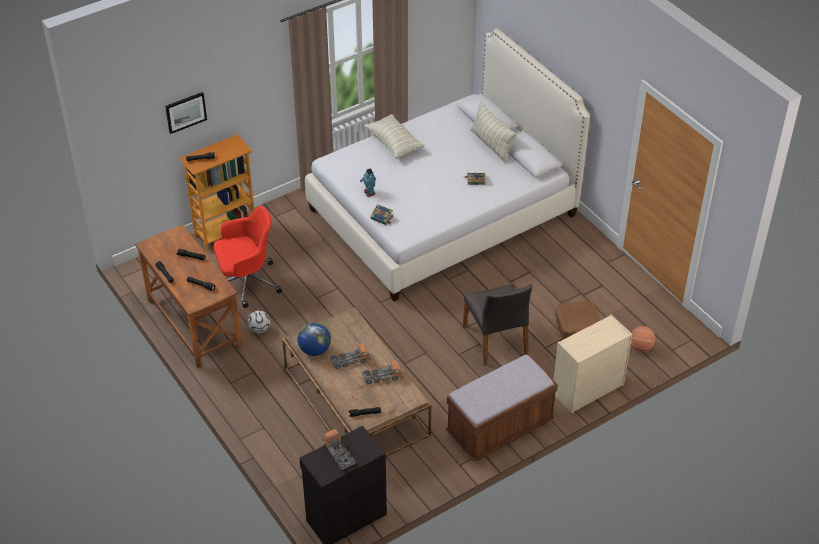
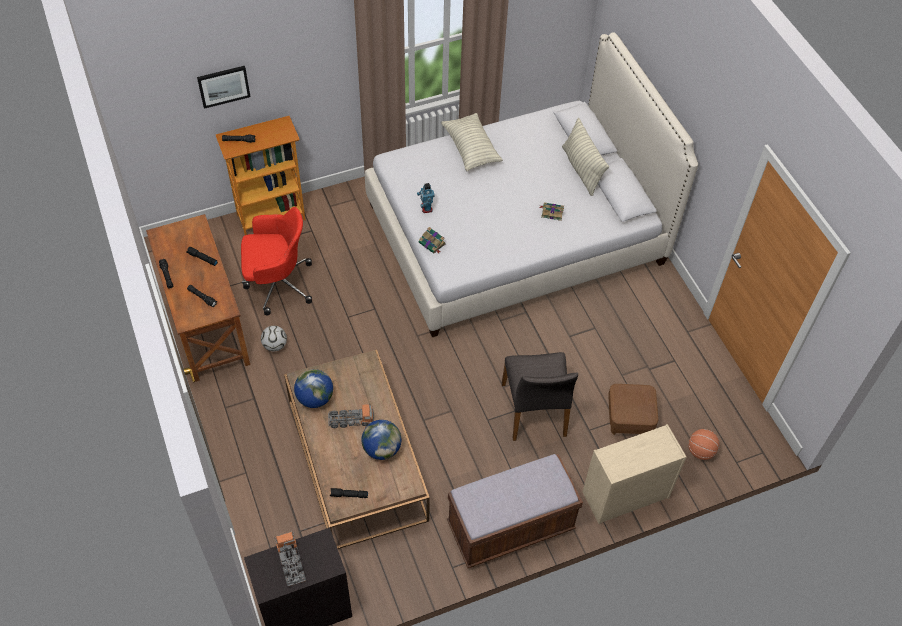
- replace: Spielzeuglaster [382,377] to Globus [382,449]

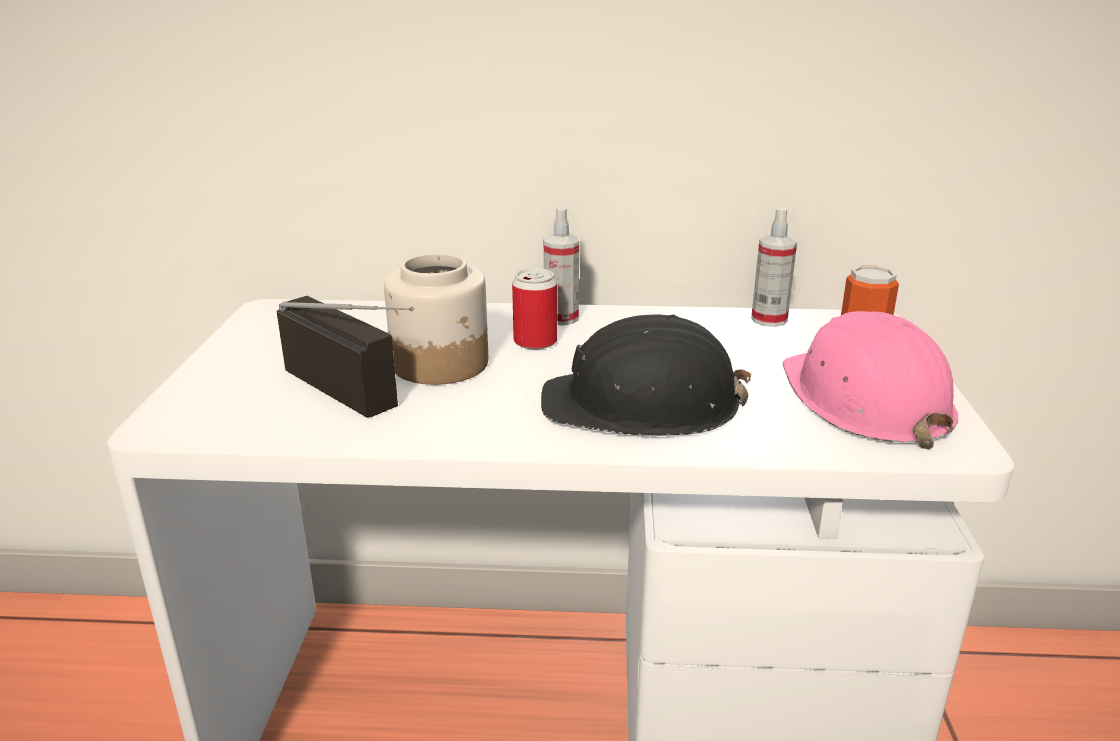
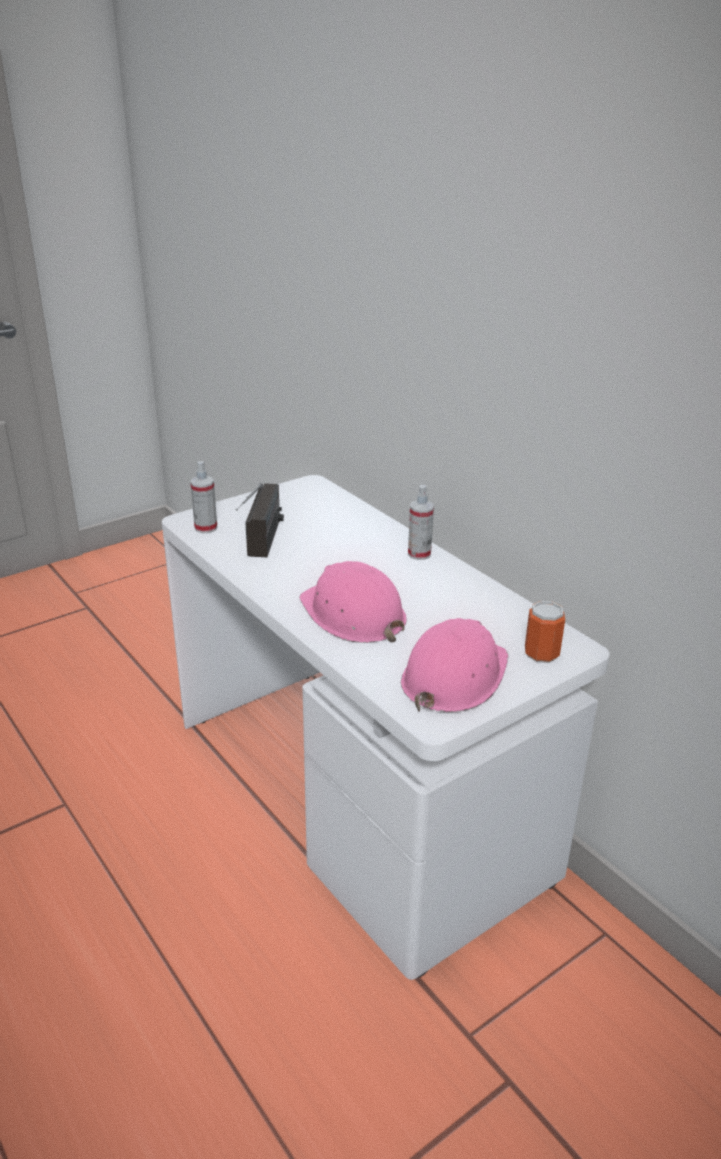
- move: Sprühflasche [769,319] to [206,528]
- recolor: Schutzhelm/schwarz [643,404] to Schutzhelm/rosa [353,614]
- delete: Vorratsglas [441,364]
- delete: Dose [535,342]

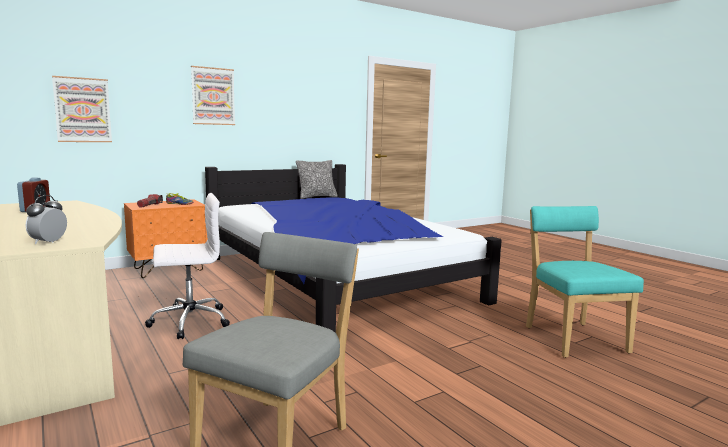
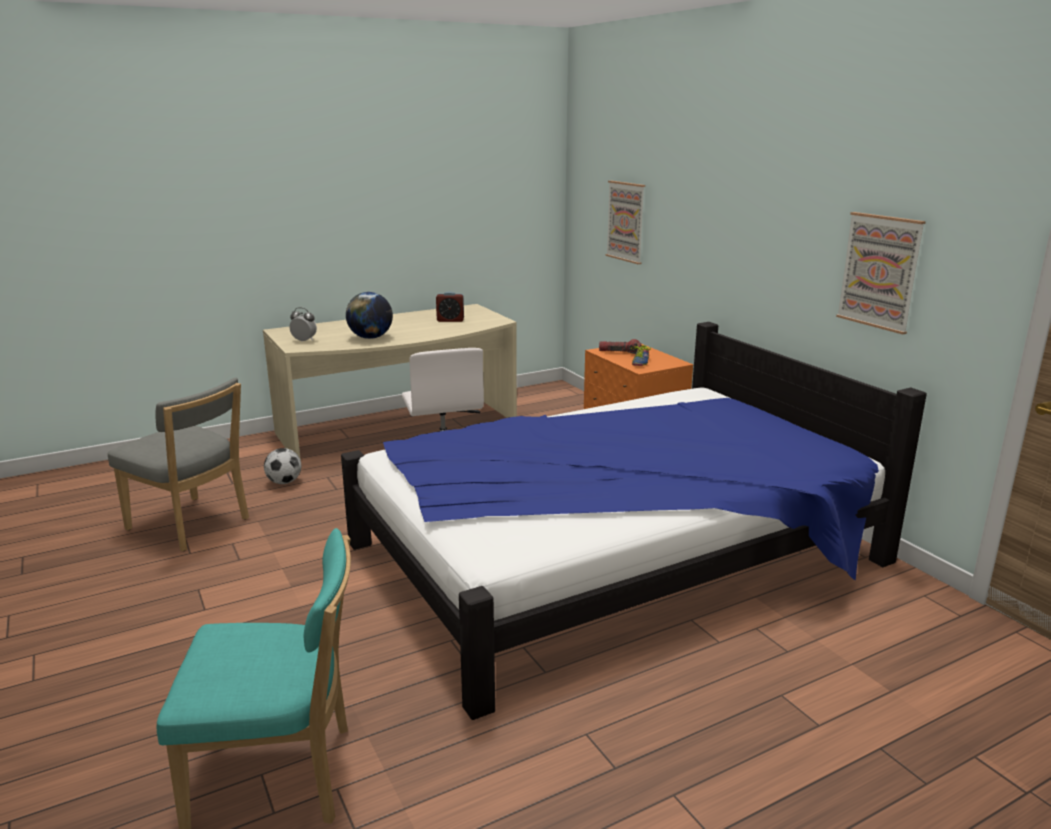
- insert: Fußball [284,482]
- insert: Globus [370,338]
- move: Bild [213,96] to [880,271]
- delete: Kissen [316,197]

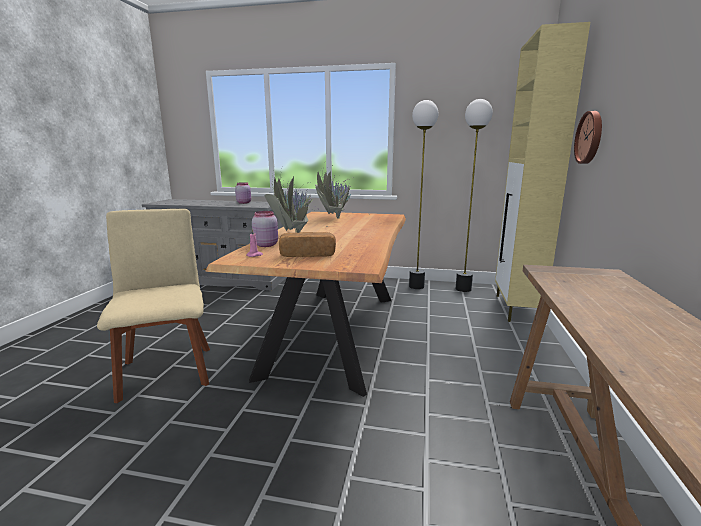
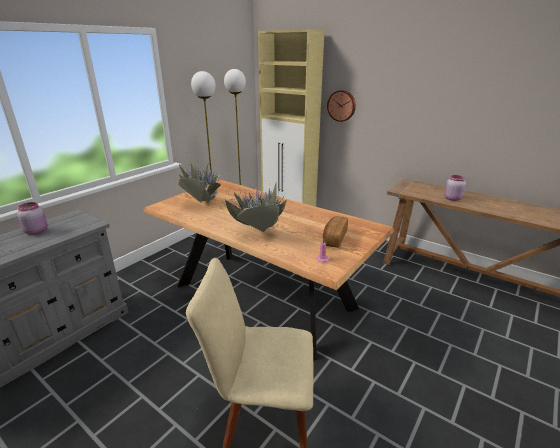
- move: Vorratsglas/rosa [266,245] to [452,198]

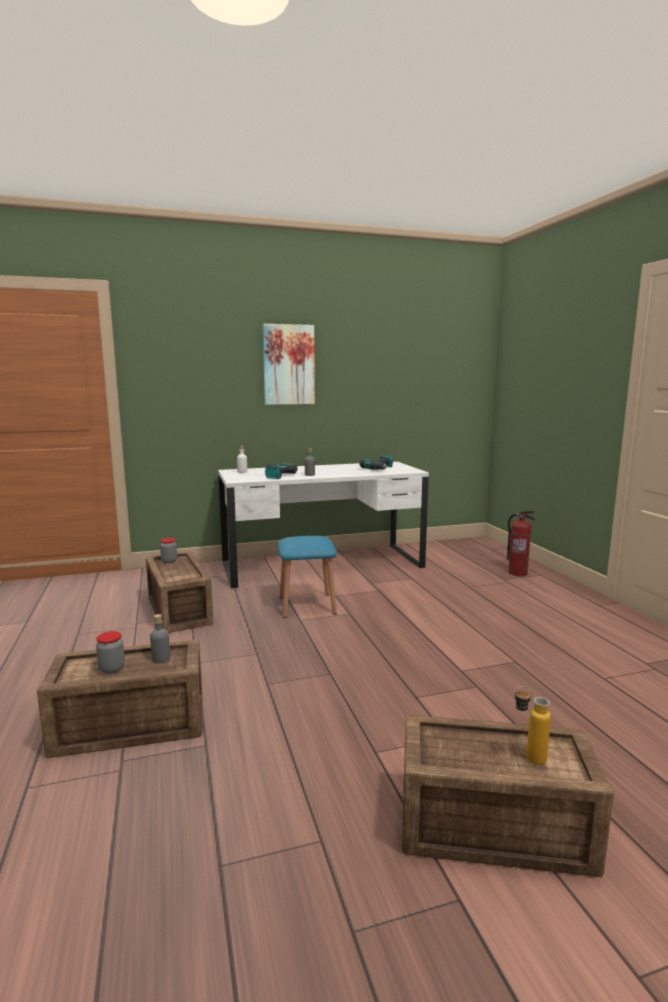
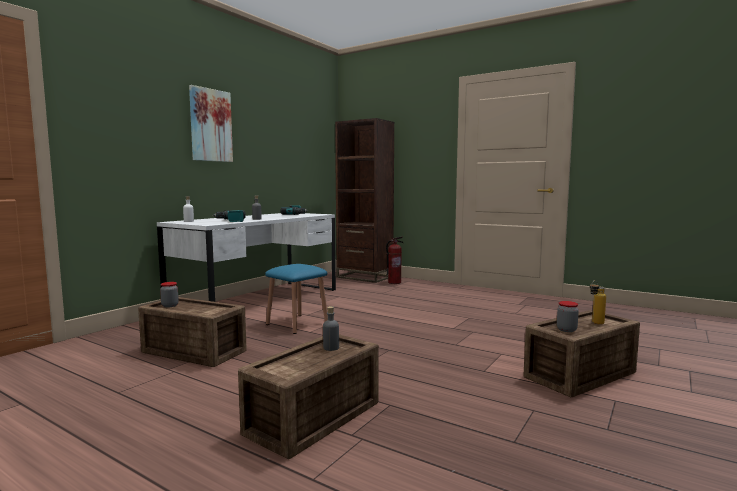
- insert: Bücherregal/braun [364,277]
- move: Vorratsglas [112,669] to [566,330]

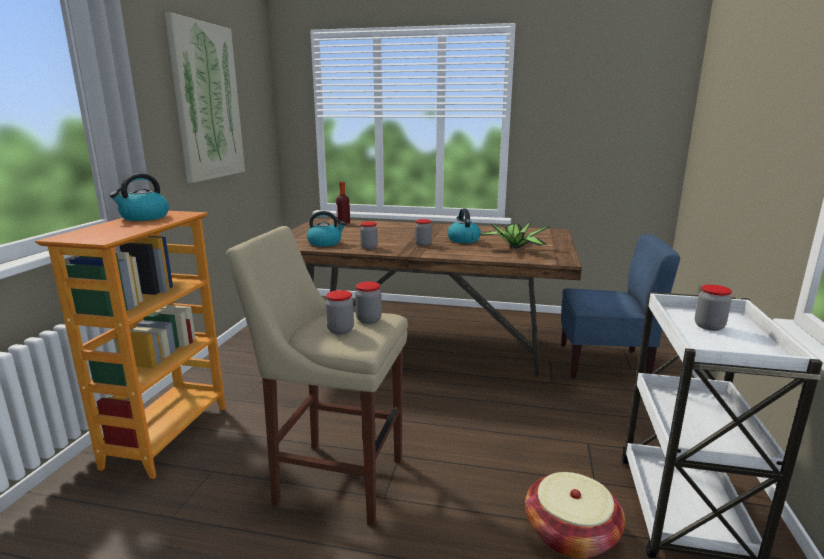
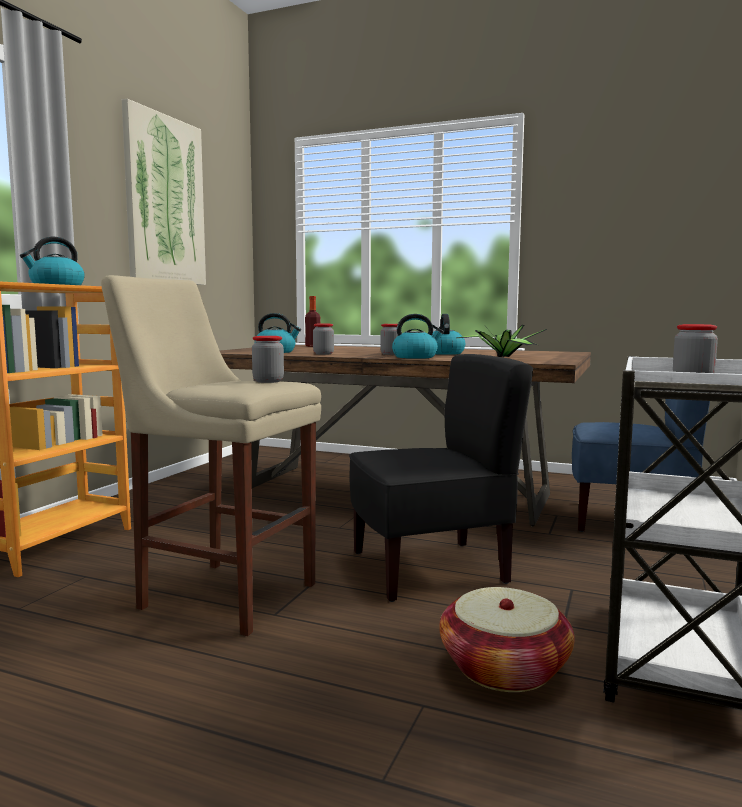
- insert: Stuhl/schwarz [429,569]
- insert: Wasserkessel [415,357]
- delete: Vorratsglas [340,330]

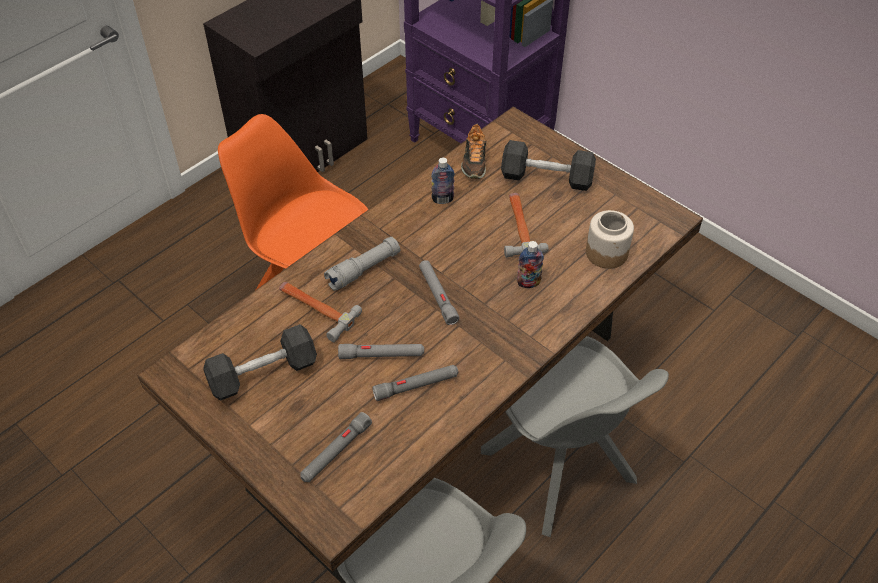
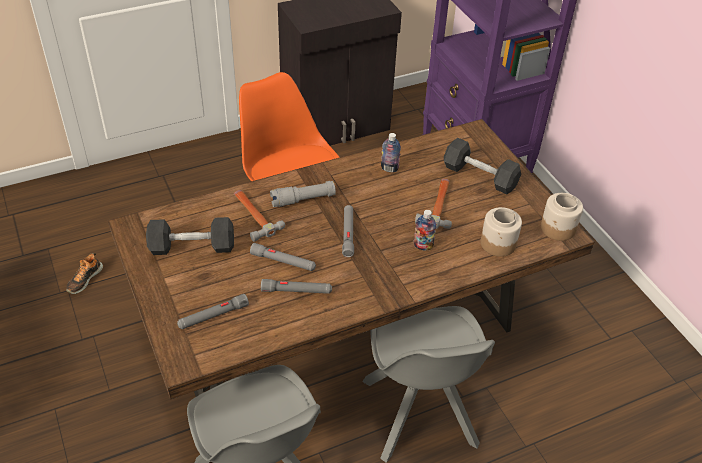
- move: Schuh [474,161] to [84,279]
- insert: Vorratsglas [558,229]

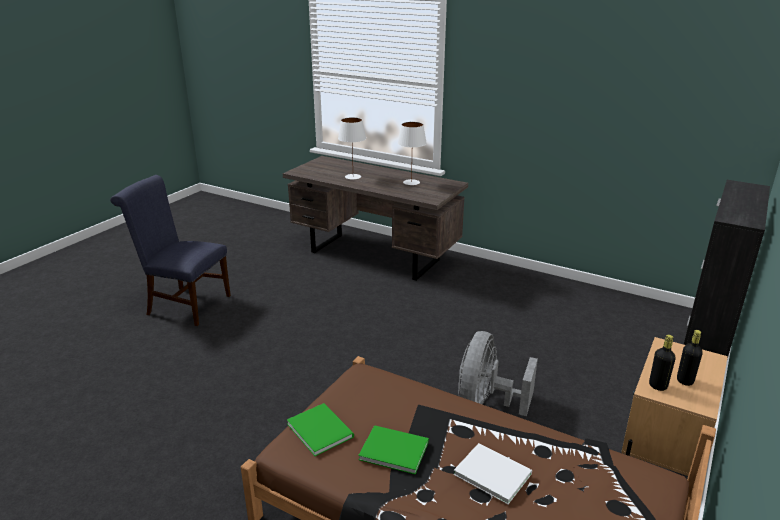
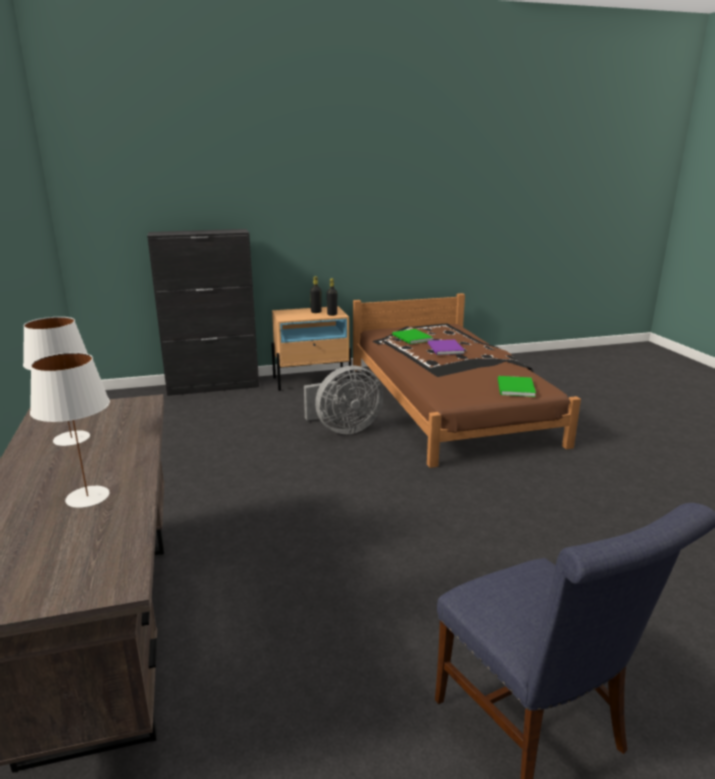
- move: Buch/grün [392,449] to [412,338]
- recolor: Buch/weiß [491,472] to Buch/lila [445,349]

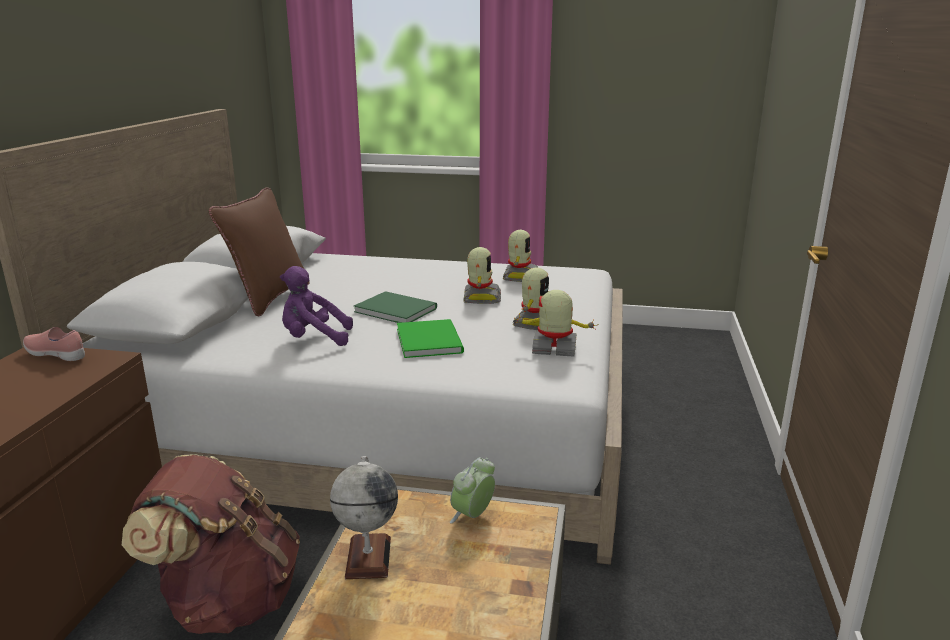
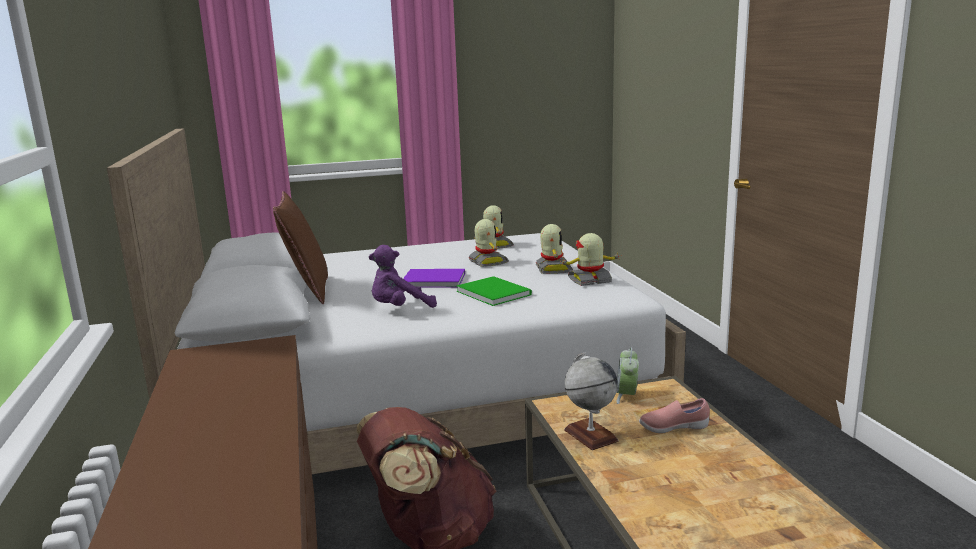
- recolor: Buch/grün [395,309] to Buch/lila [432,280]
- move: Schuh/rosa [57,355] to [673,428]

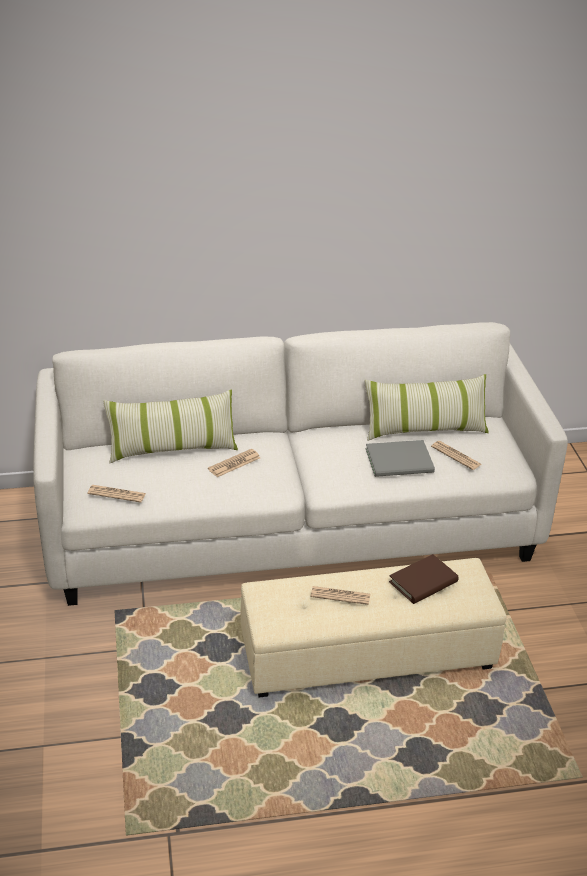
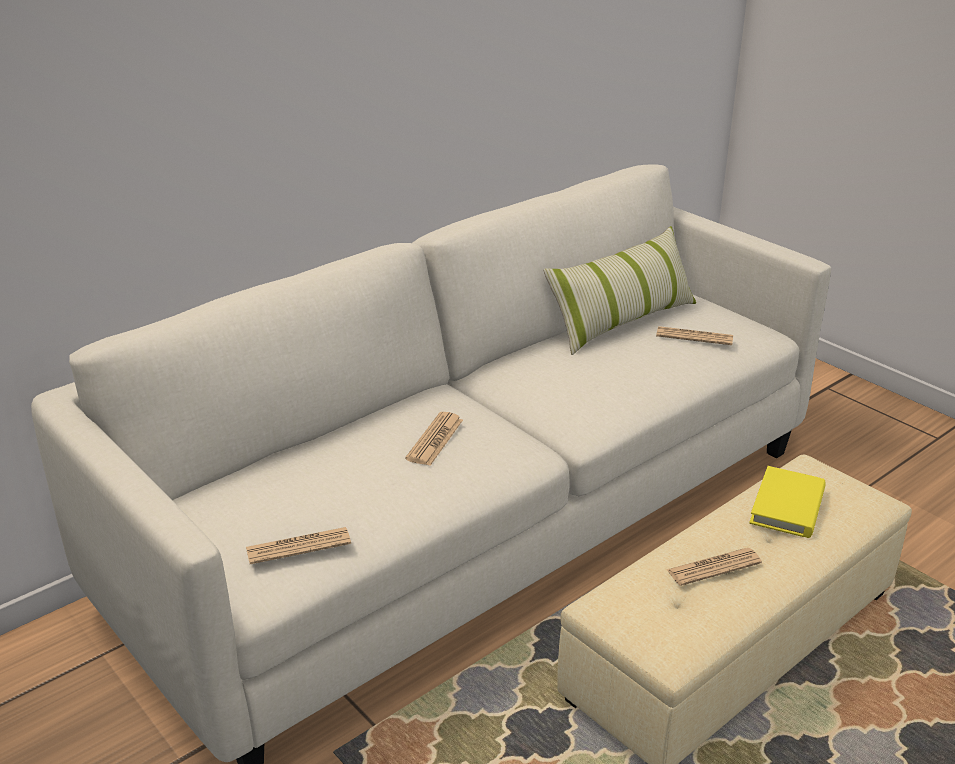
- recolor: Buch/braun [423,582] to Buch/gelb [787,506]
- delete: Kissen [172,448]
- delete: Buch/grau [401,461]

